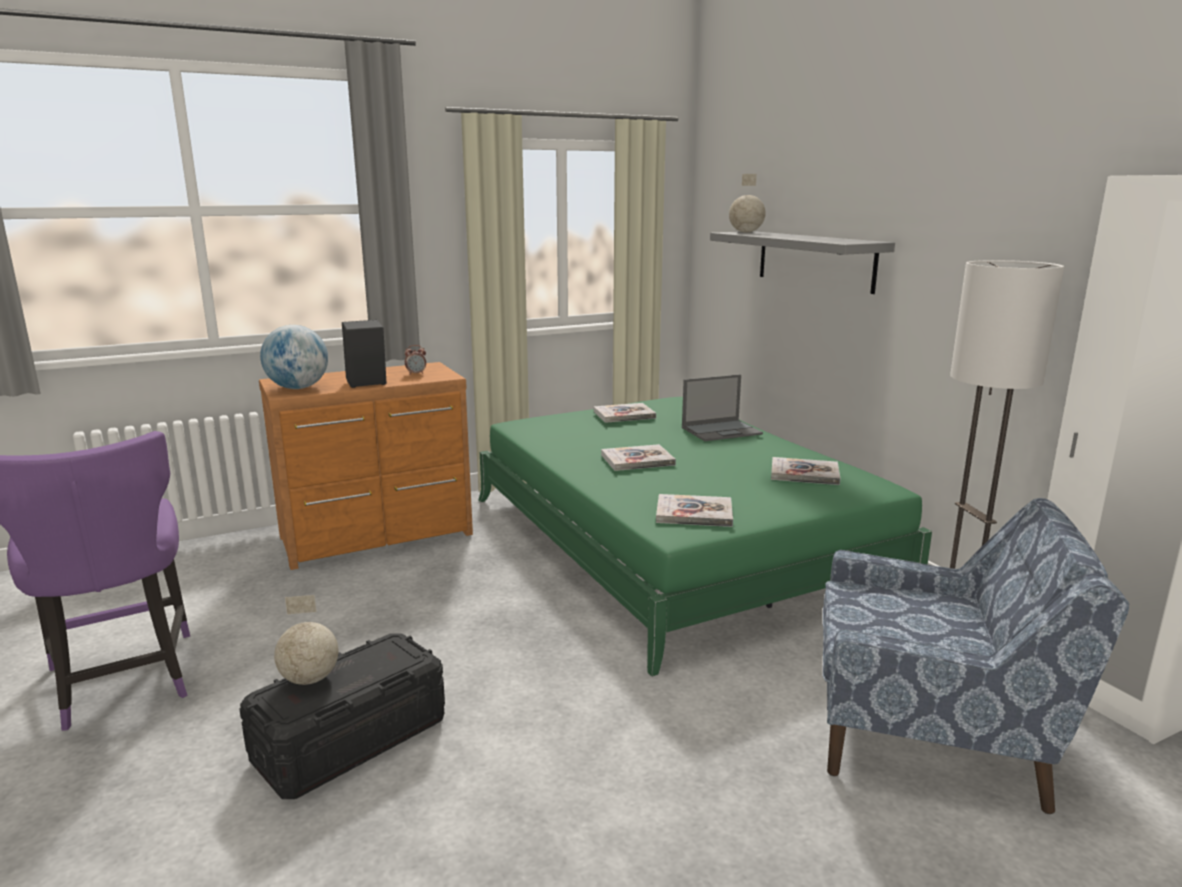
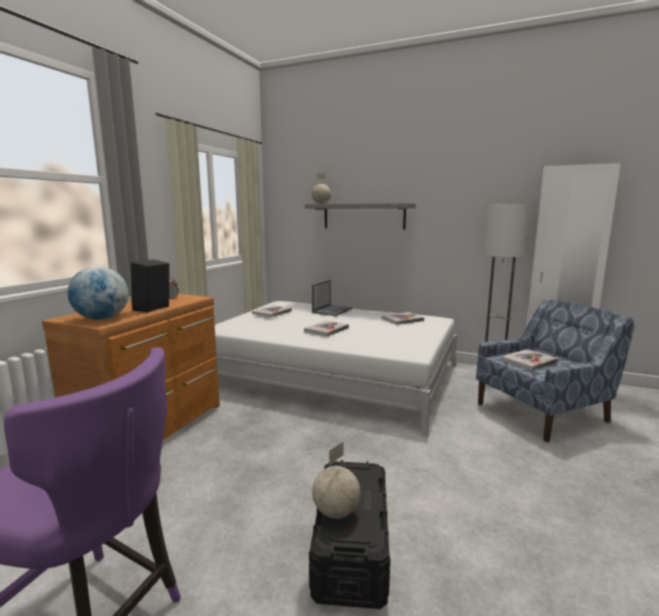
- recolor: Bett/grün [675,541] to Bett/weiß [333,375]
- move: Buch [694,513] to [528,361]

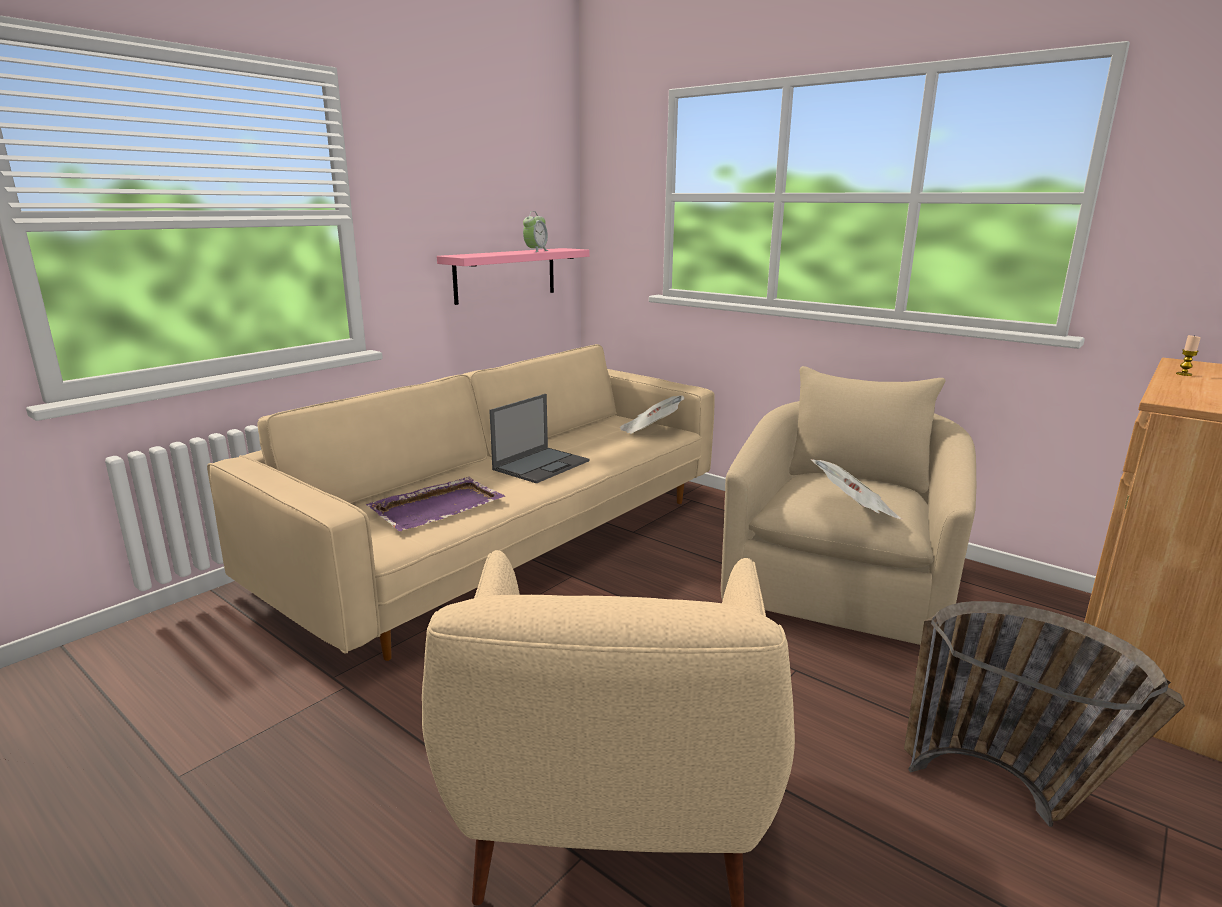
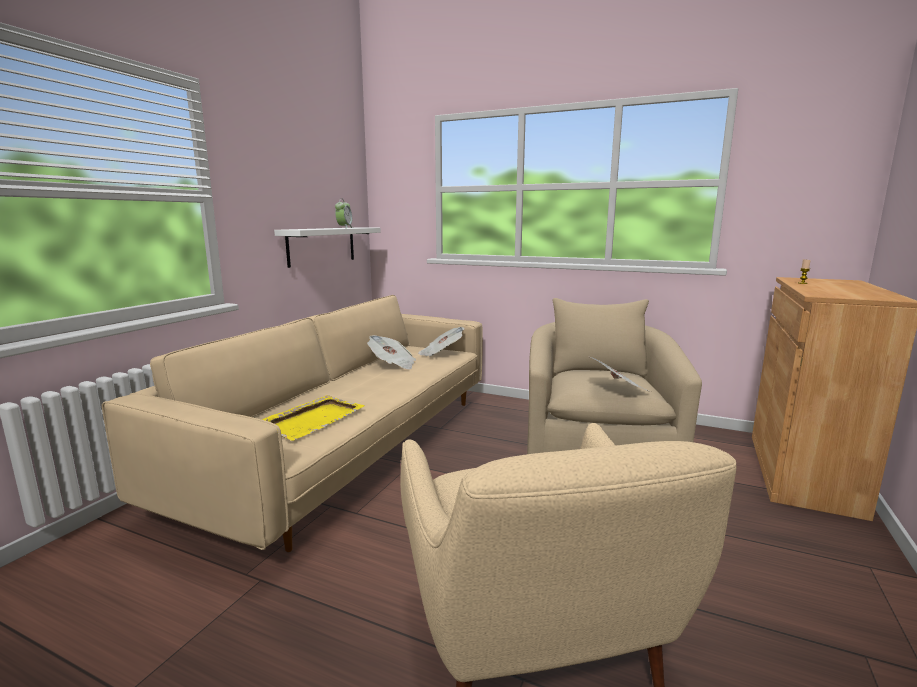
- recolor: Tablett/lila [438,506] to Tablett/gelb [312,419]
- recolor: Wandregal/rosa [505,275] to Wandregal/weiß [322,246]
- insert: Zeitung [393,365]
- delete: Laptop [542,465]
- delete: Korb [1011,796]

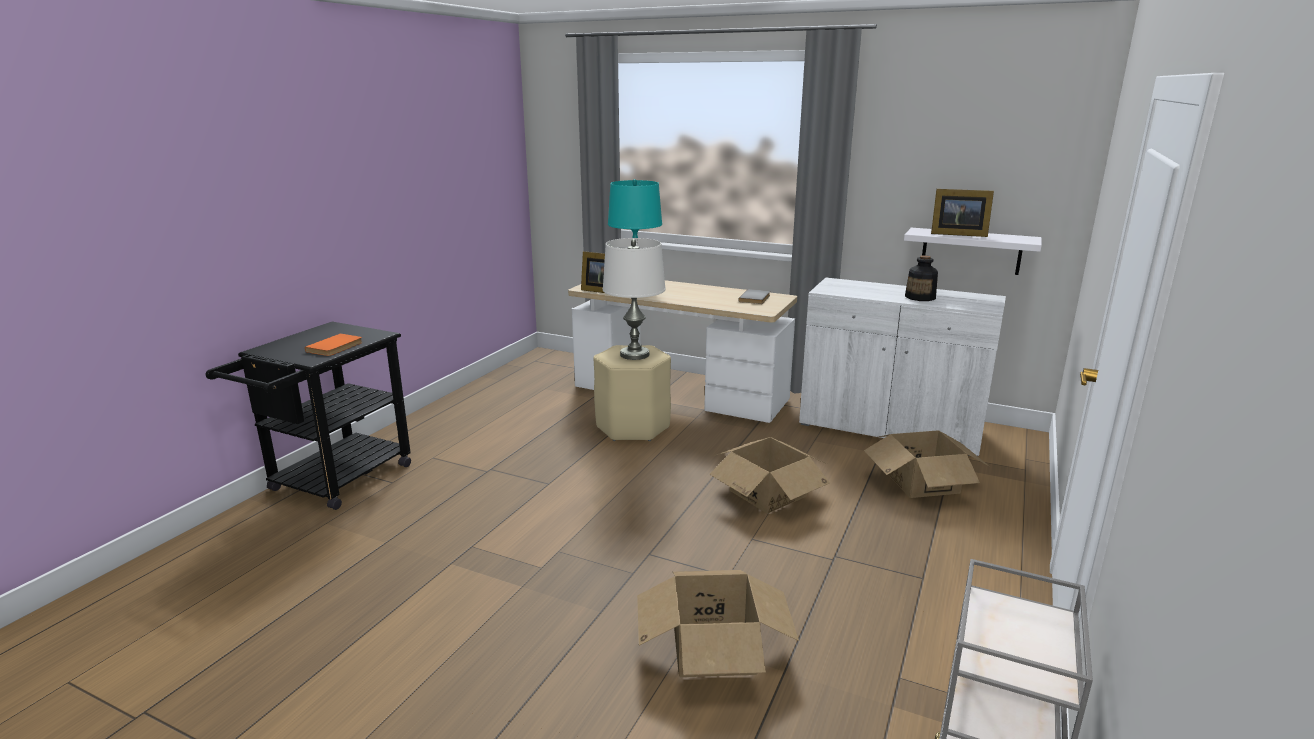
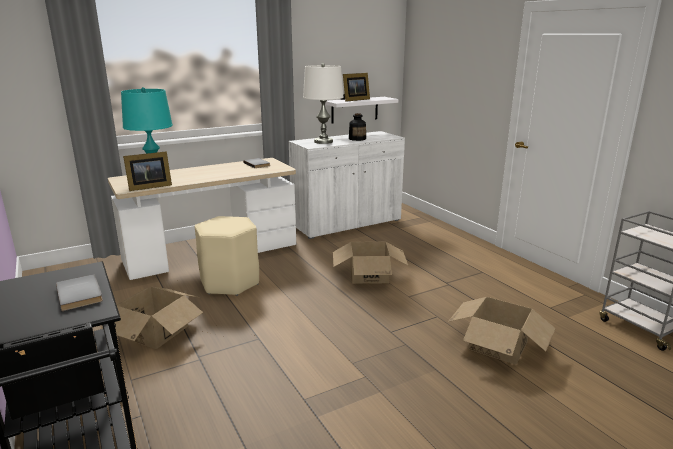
- recolor: Buch/orange [336,347] to Buch/grau [81,294]
- move: Karton [921,482] to [155,332]
- move: Tischlampe/weiß [634,355] to [323,141]

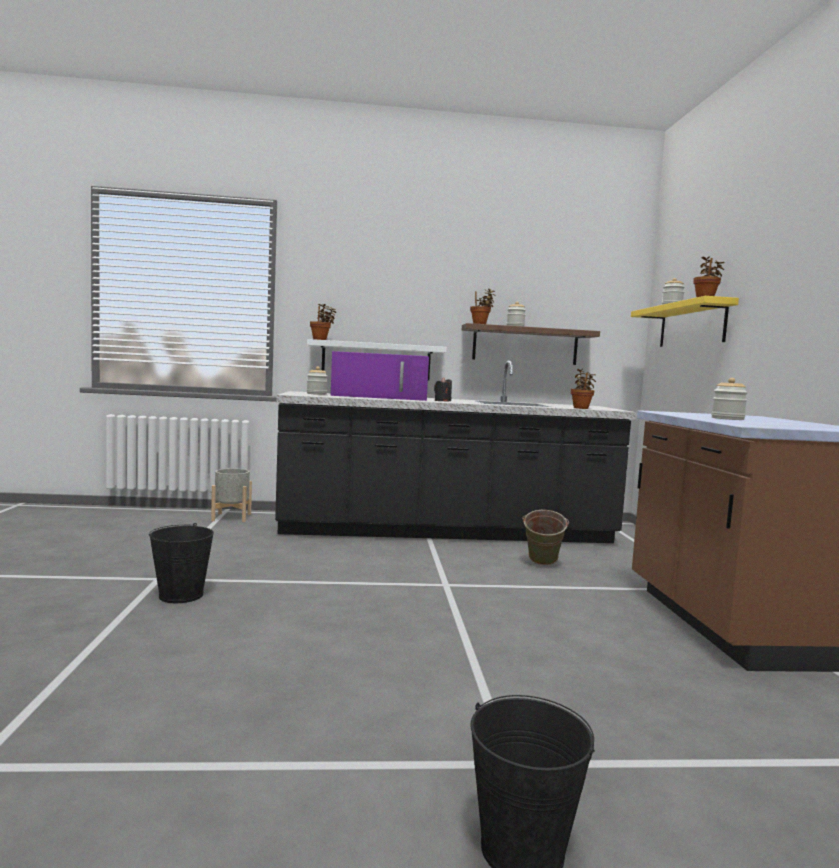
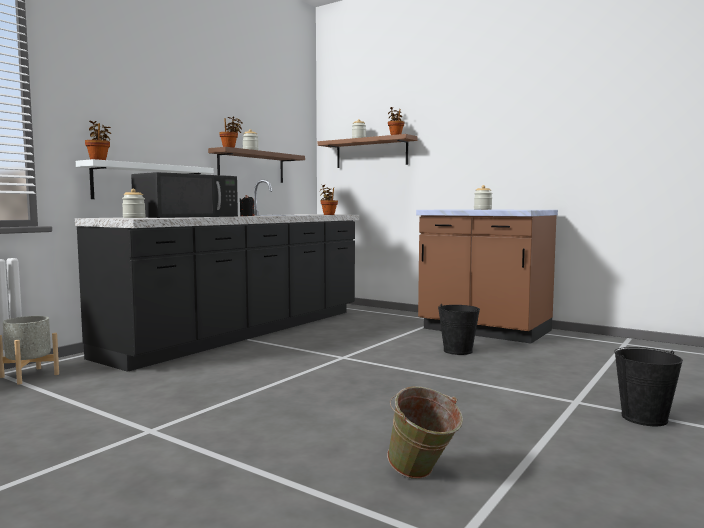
- recolor: Mikrowelle/lila [382,397] to Mikrowelle/schwarz [188,216]
- recolor: Wandregal/gelb [691,325] to Wandregal/braun [371,153]
- move: Eimer/grün [541,564] to [422,476]
- move: Eimer/schwarz [181,595] to [458,351]

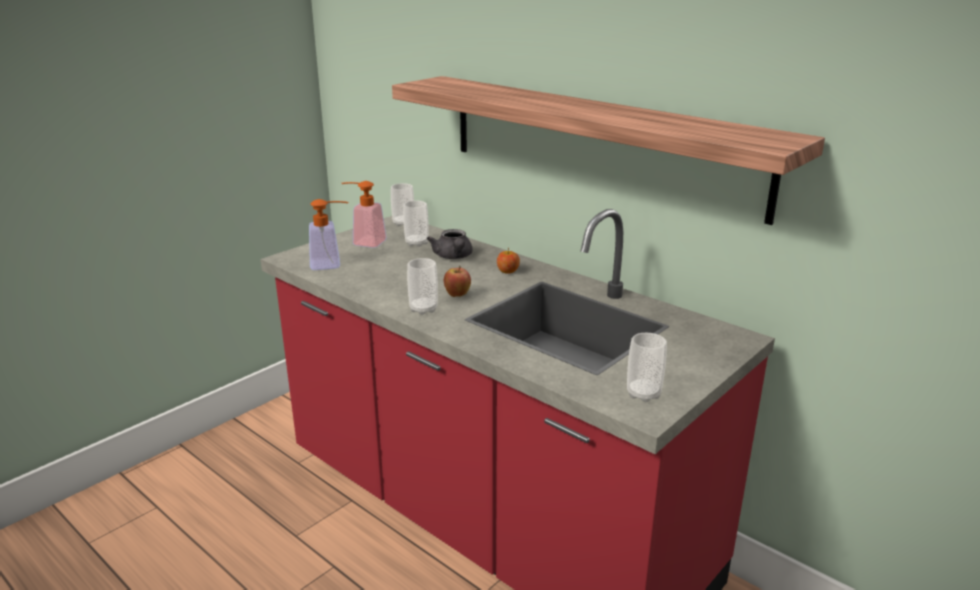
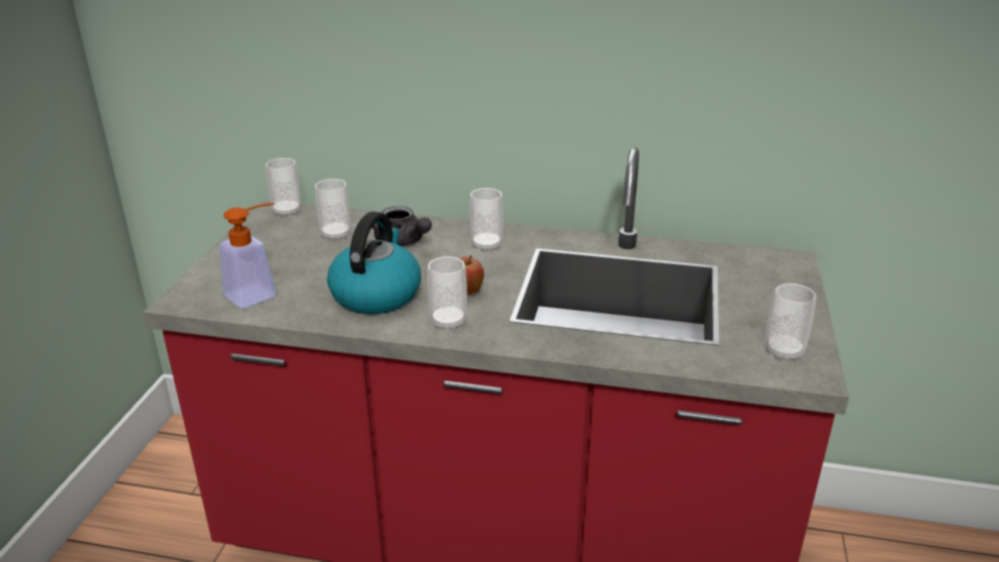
- insert: Wasserkessel [376,294]
- replace: Apfel [508,271] to Tasse [486,245]
- delete: Seifenspender [364,242]
- delete: Wandregal [597,142]

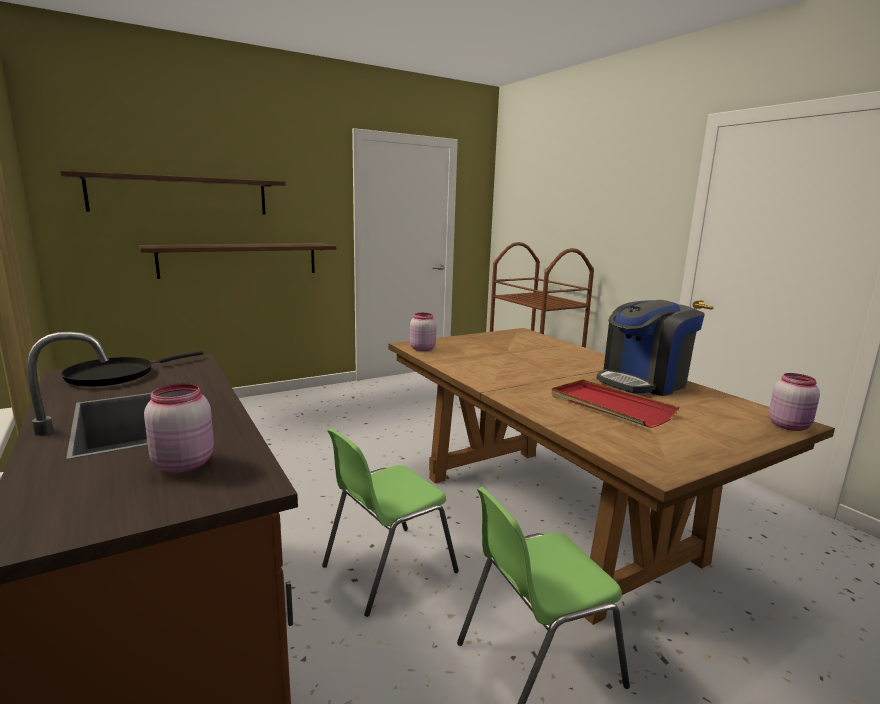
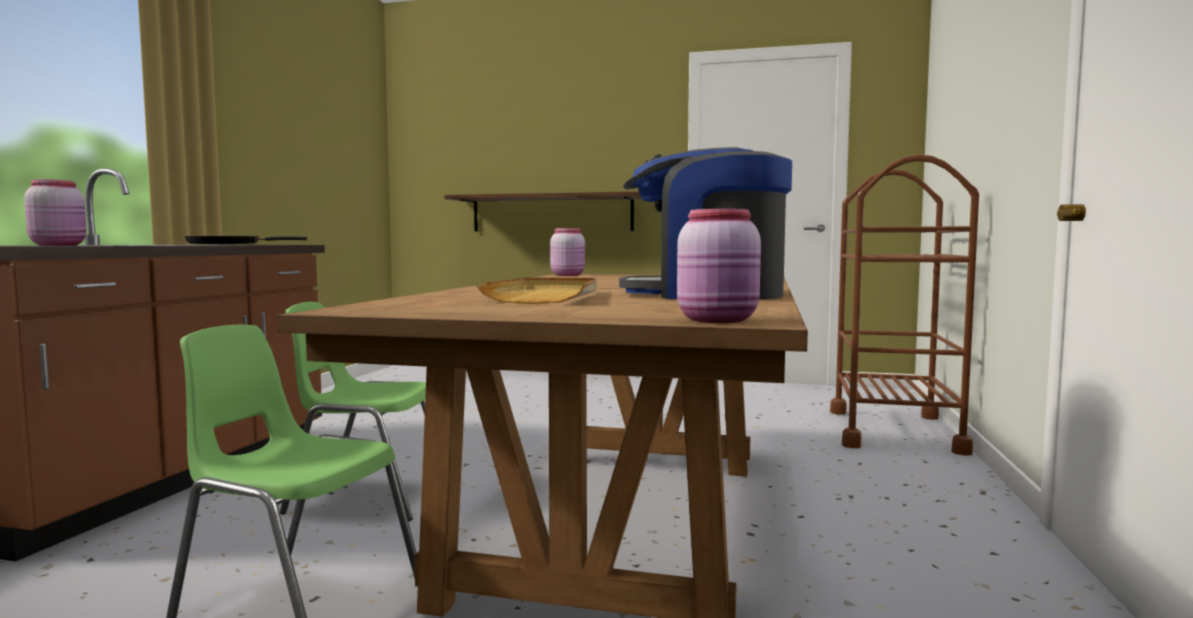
- recolor: Tablett/rot [610,406] to Tablett/beige [547,296]
- delete: Wandregal [180,195]

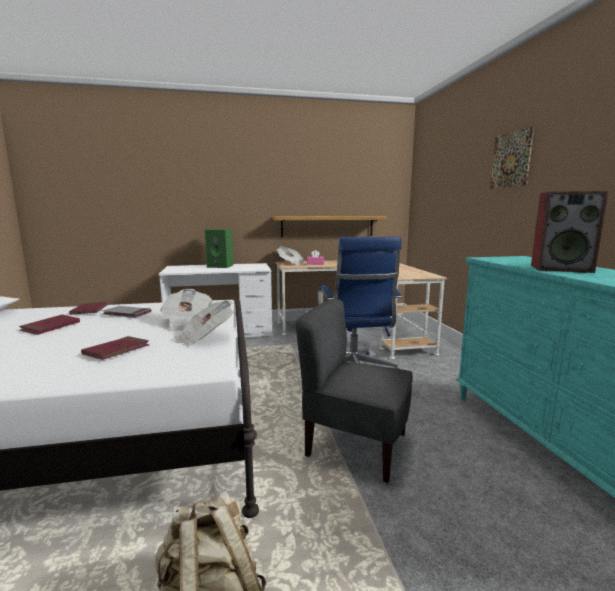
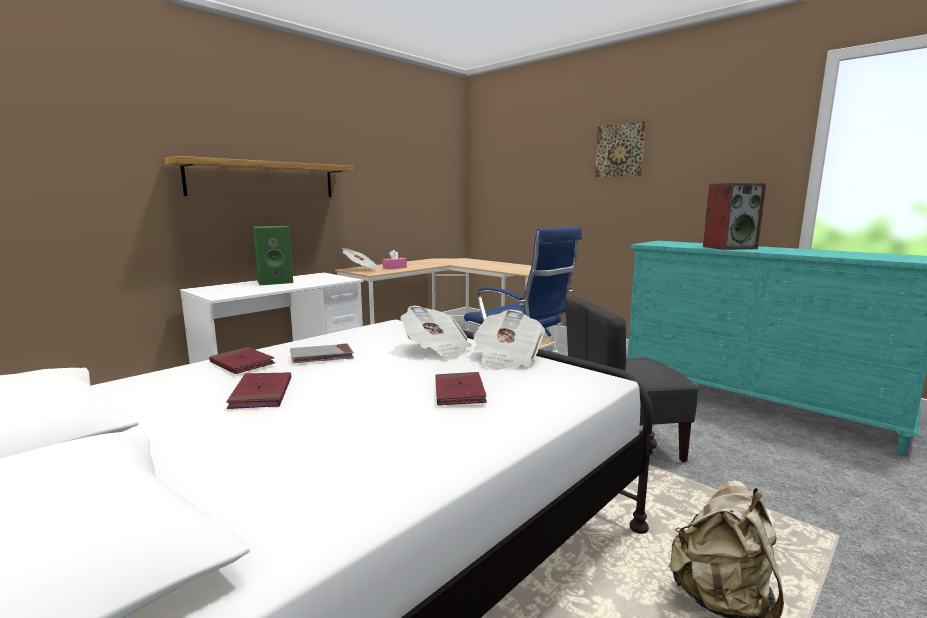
- move: Wandregal [327,226] to [263,179]

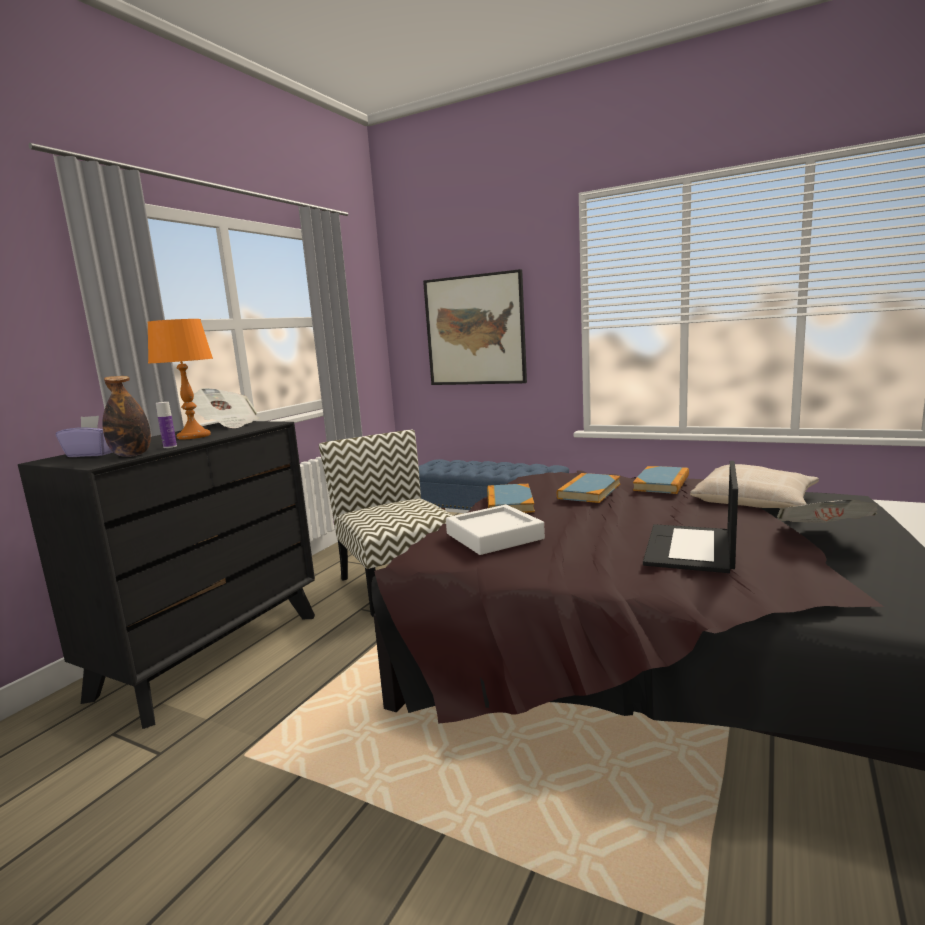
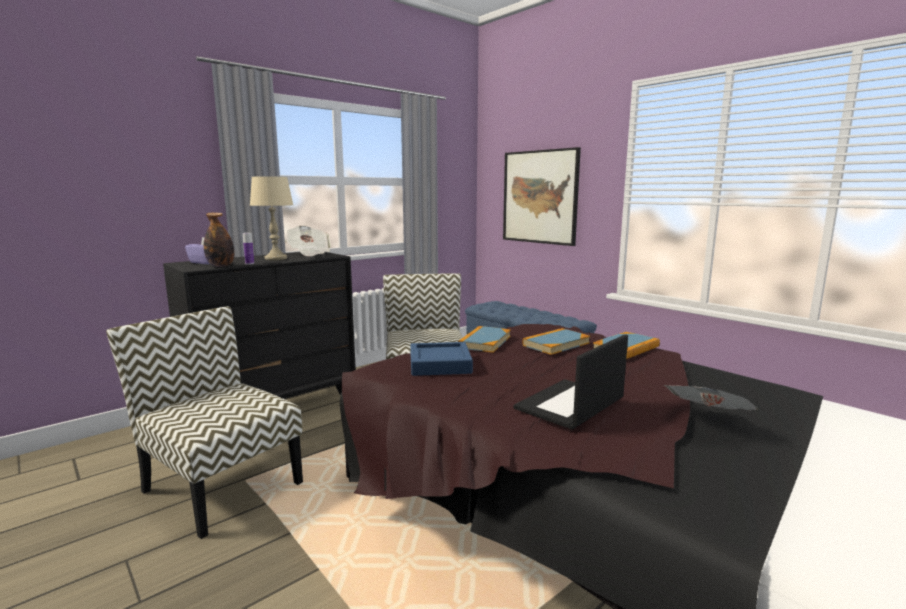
- insert: Stuhl [221,486]
- recolor: Tischlampe/orange [193,436] to Tischlampe/beige [275,258]
- recolor: Tablett/weiß [494,536] to Tablett/blau [440,364]
- delete: Kissen/beige [754,501]

